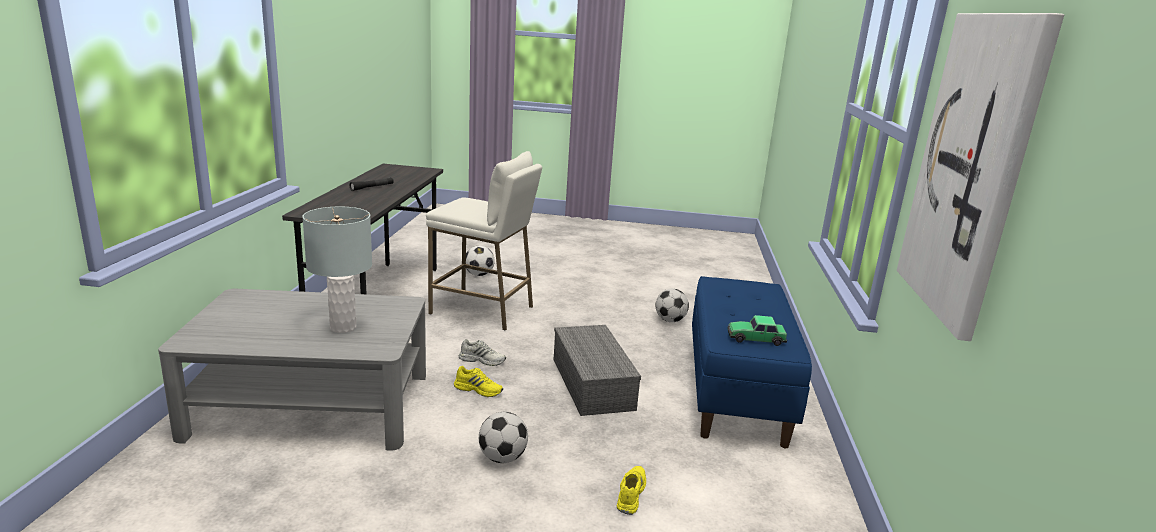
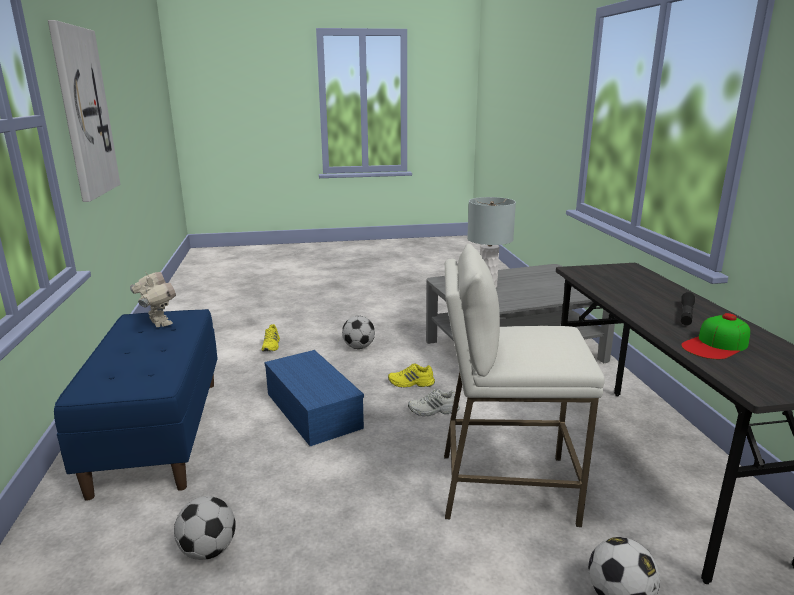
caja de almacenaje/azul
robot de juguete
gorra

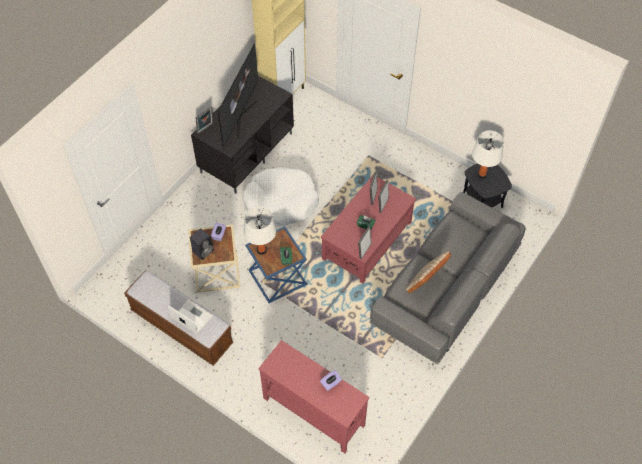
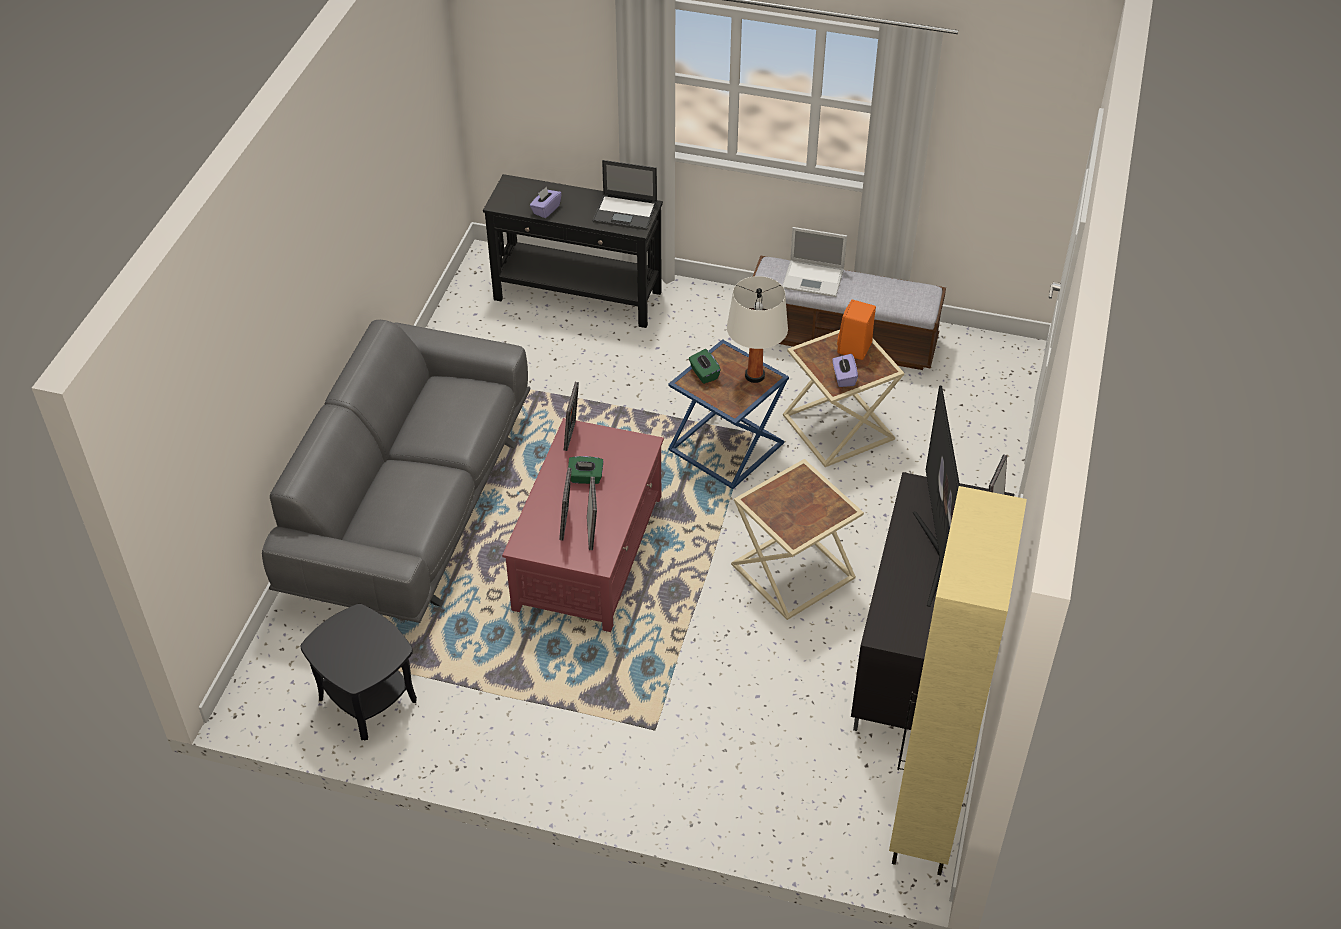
altavoz/naranja
mesa auxiliar/beis (1st from left)
mesa consola/negro
cojín/beis
lámpara de mesa/blanco (2nd from left in the first image)
portátil (1st from left)

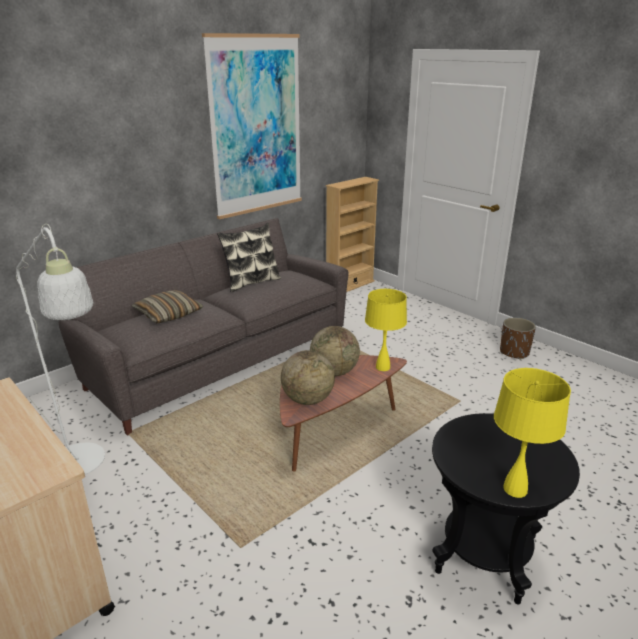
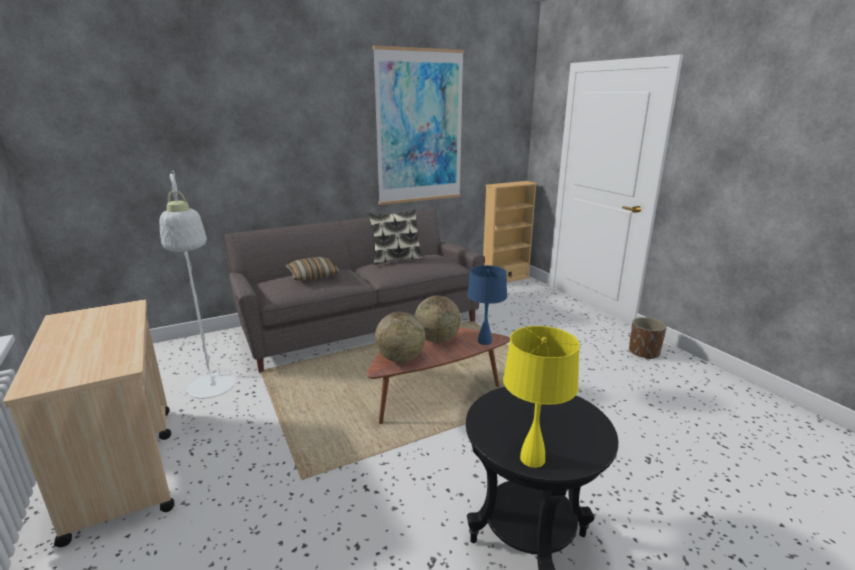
lámpara de mesa/azul

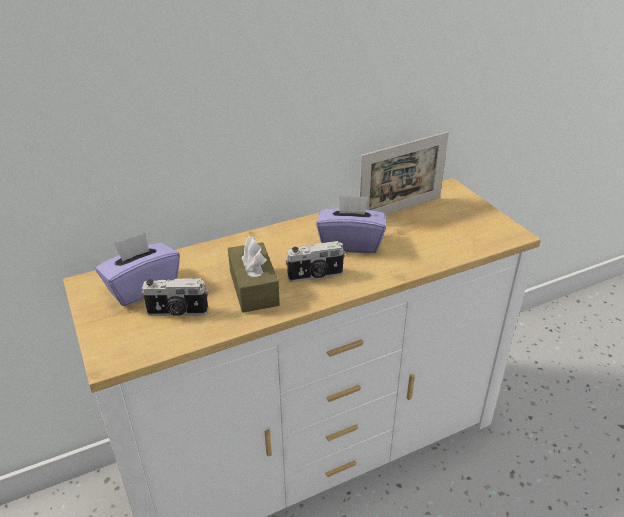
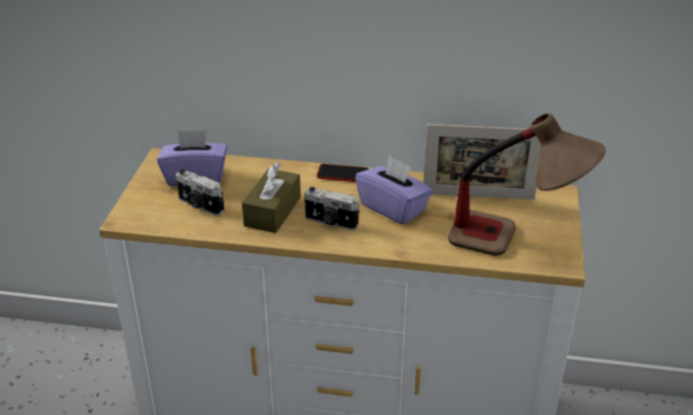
móvil
lámpara de mesa

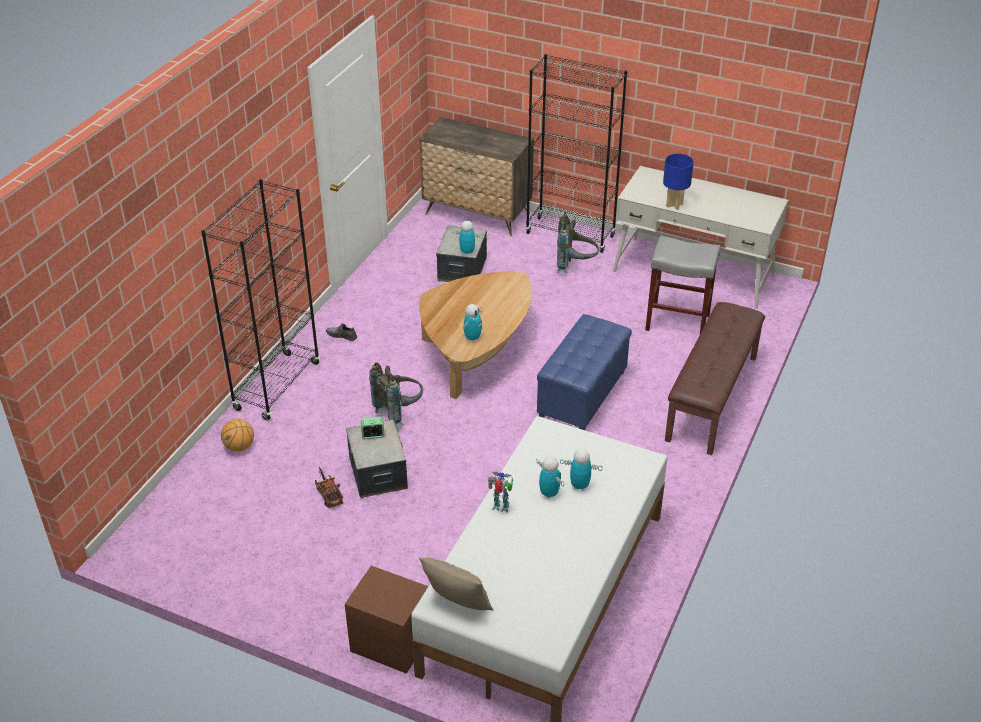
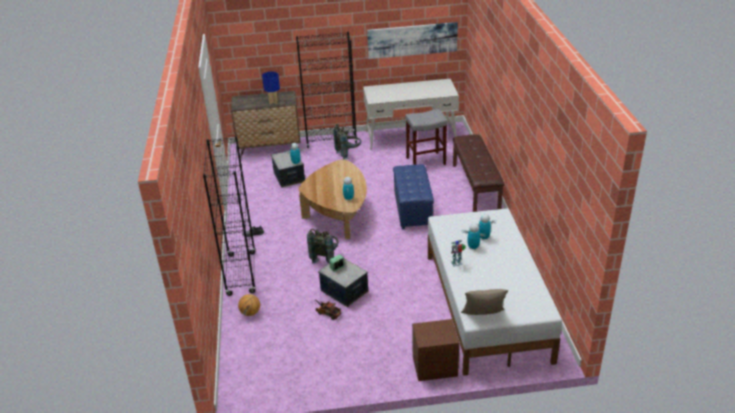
lámpara de mesa/azul
cuadro

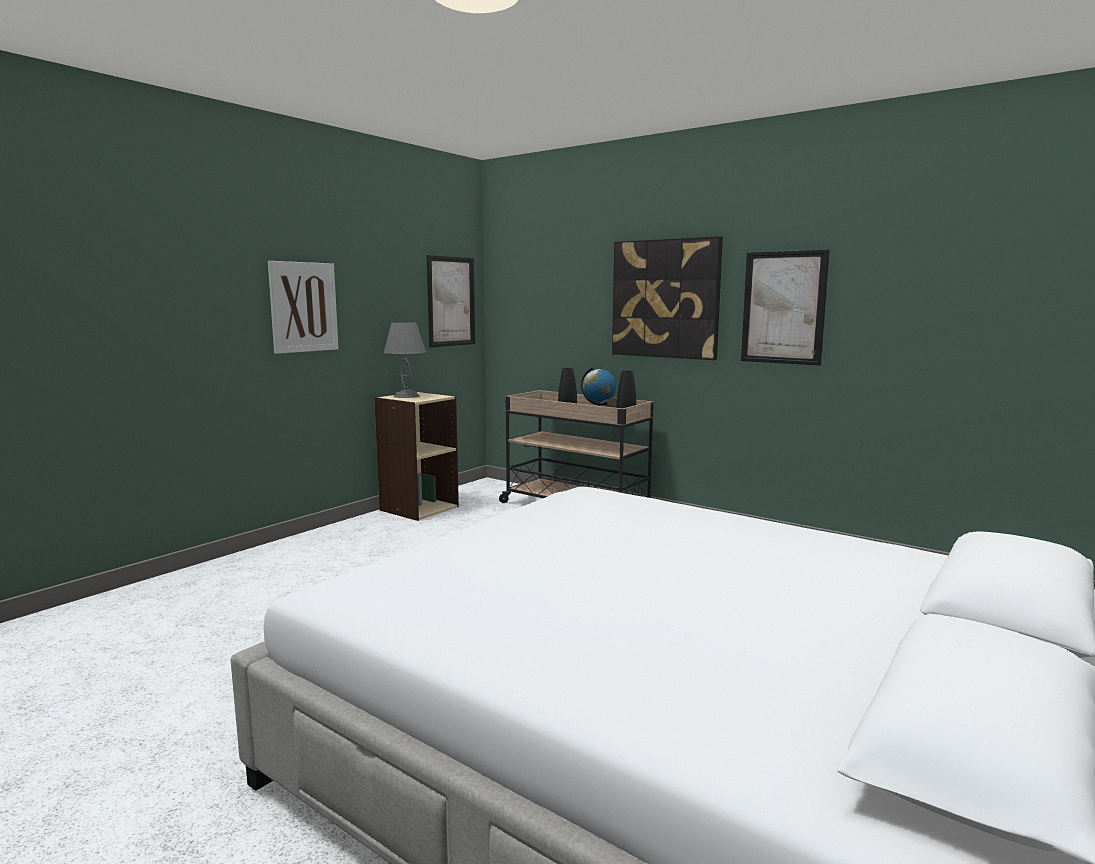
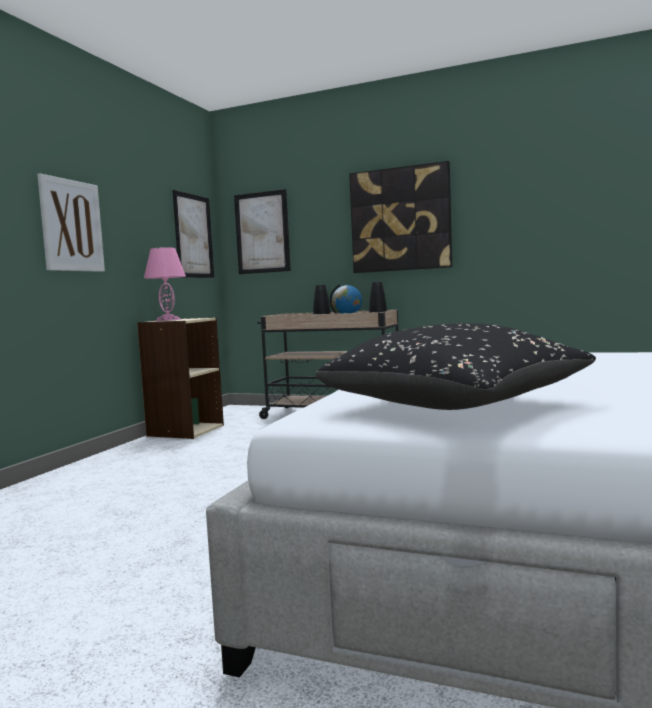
lámpara de mesa/rosa
cuadro (3rd from left)
cojín/negro

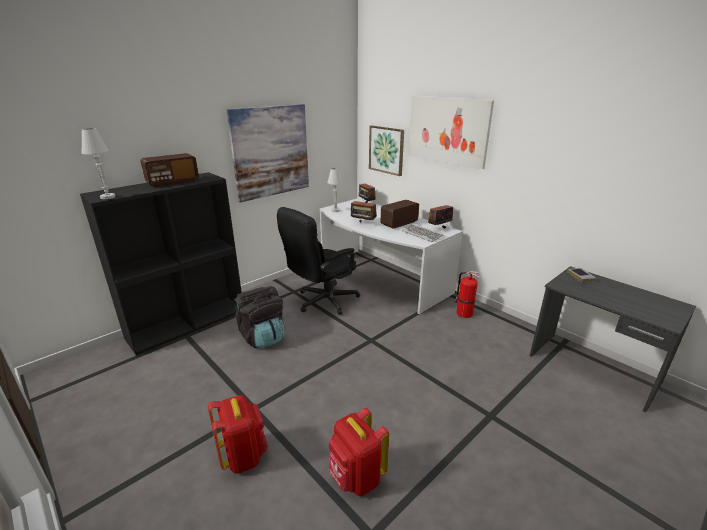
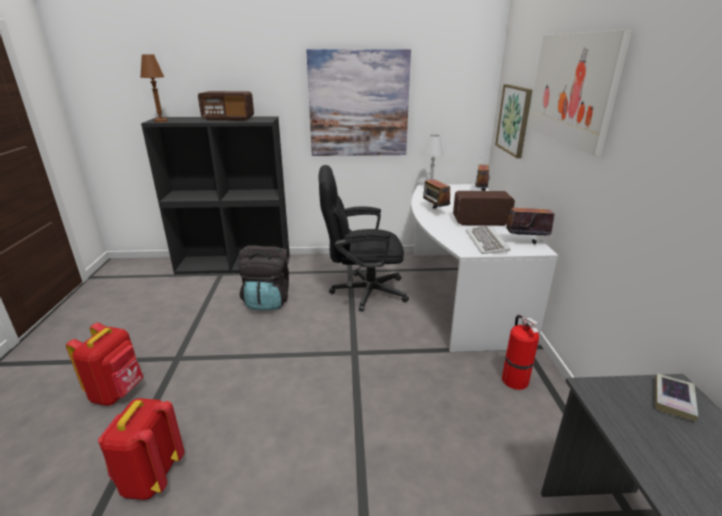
lámpara de mesa/marrón

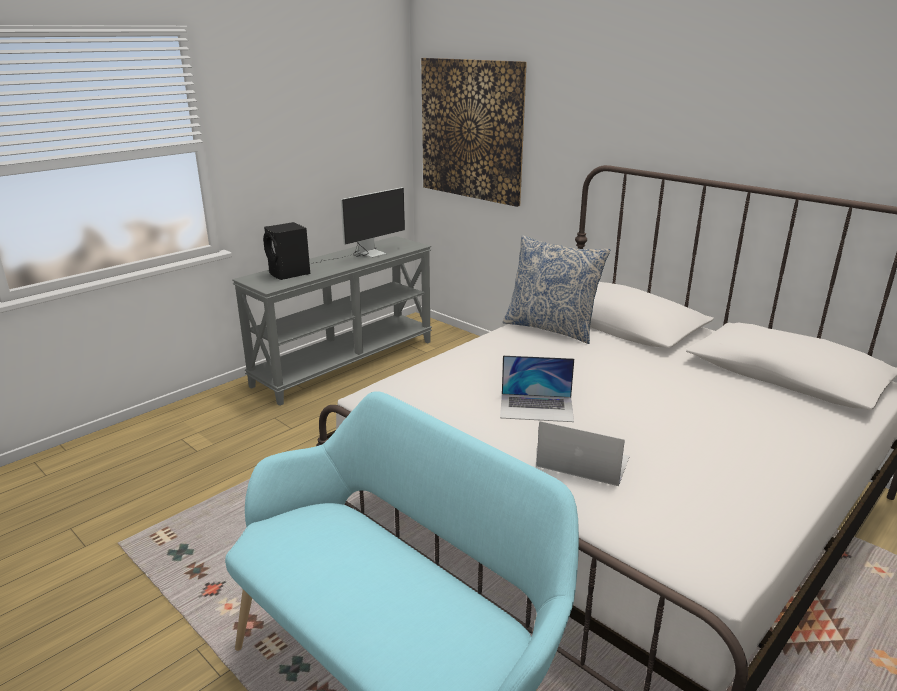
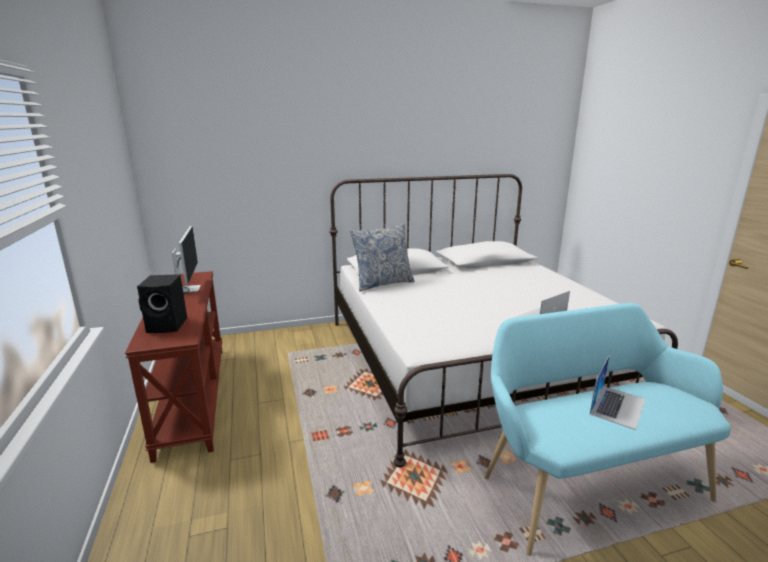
mesa consola/marrón
cuadro
portátil (2nd from left)

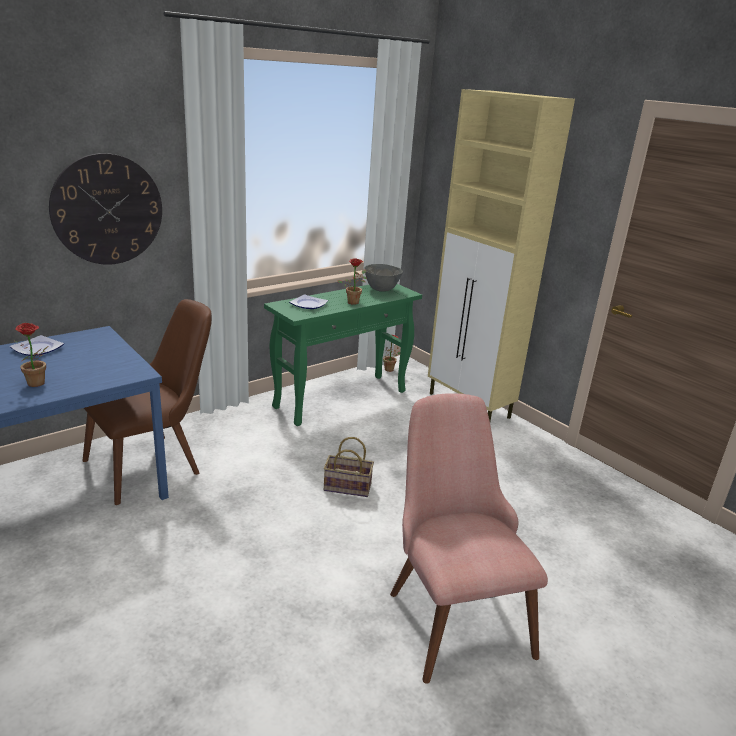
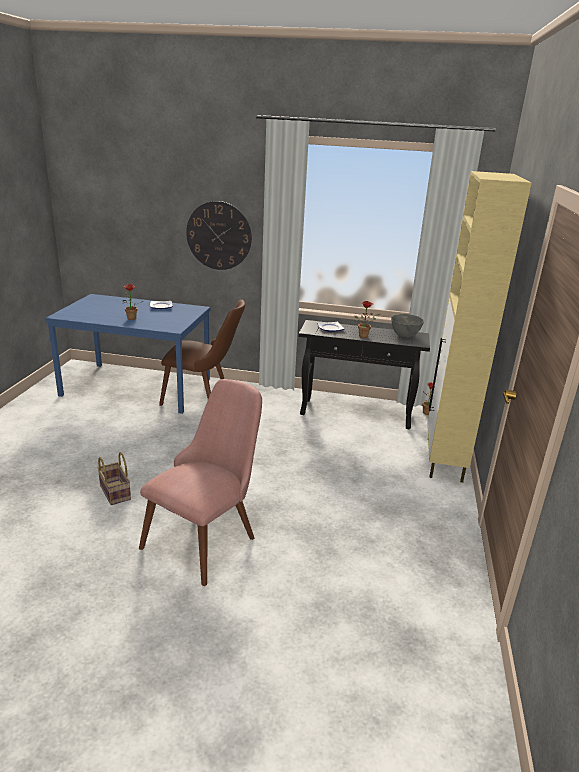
mesa consola/negro
cesta

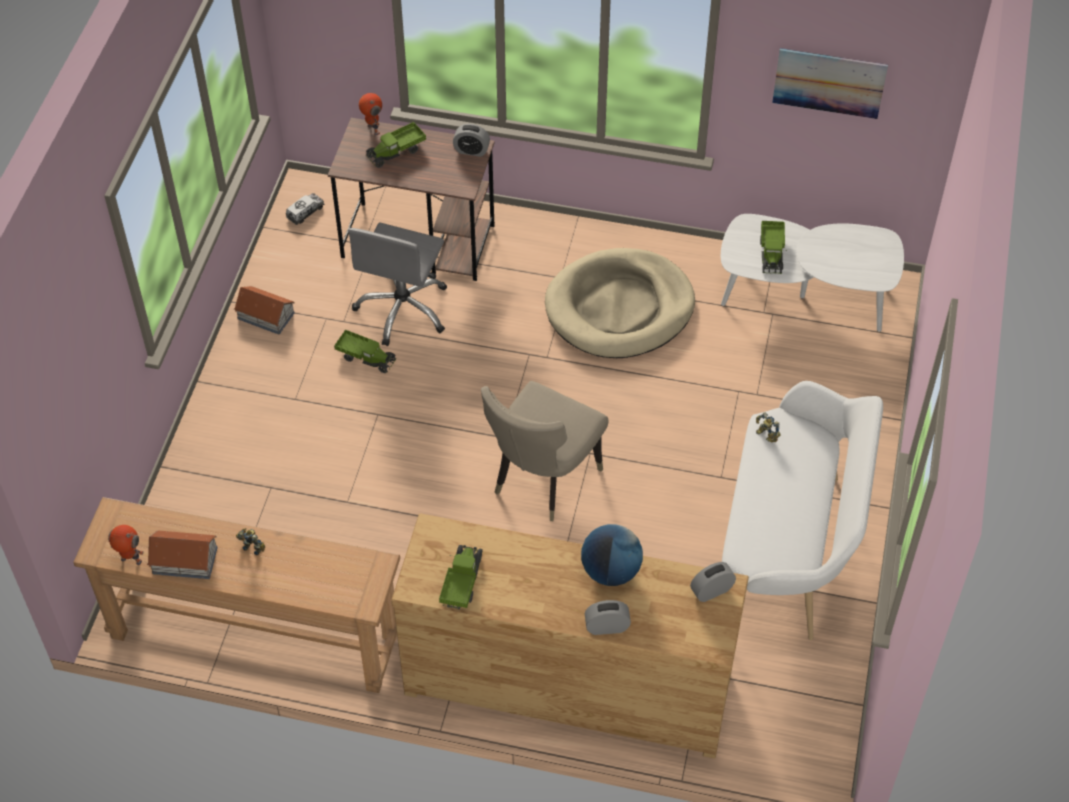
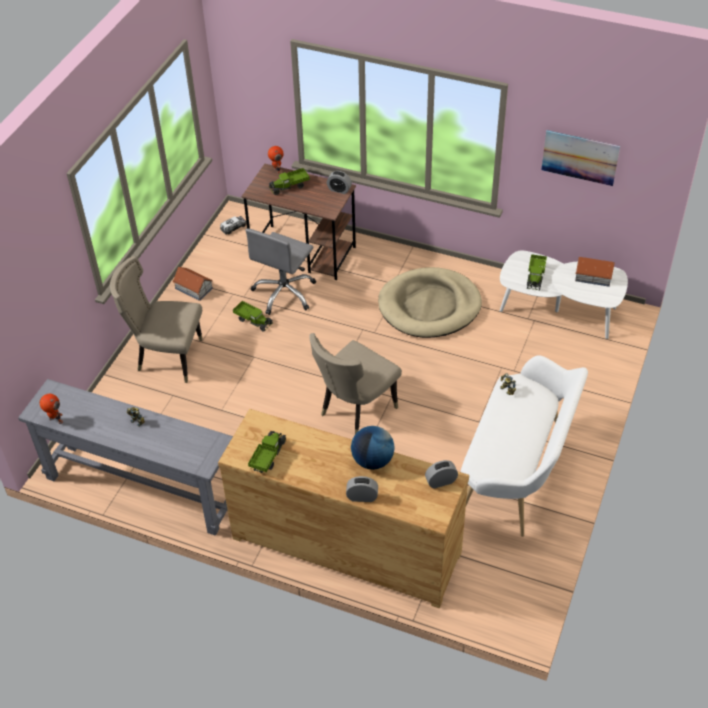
mesa consola/gris
casita (2nd from left)
silla/beis (1st from left)

